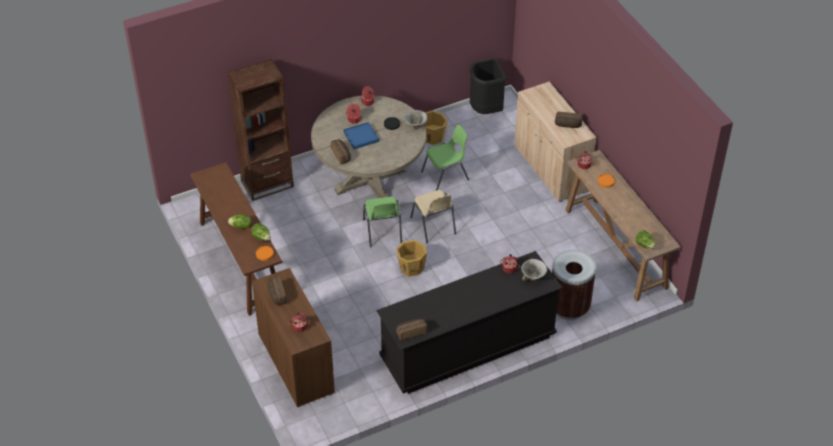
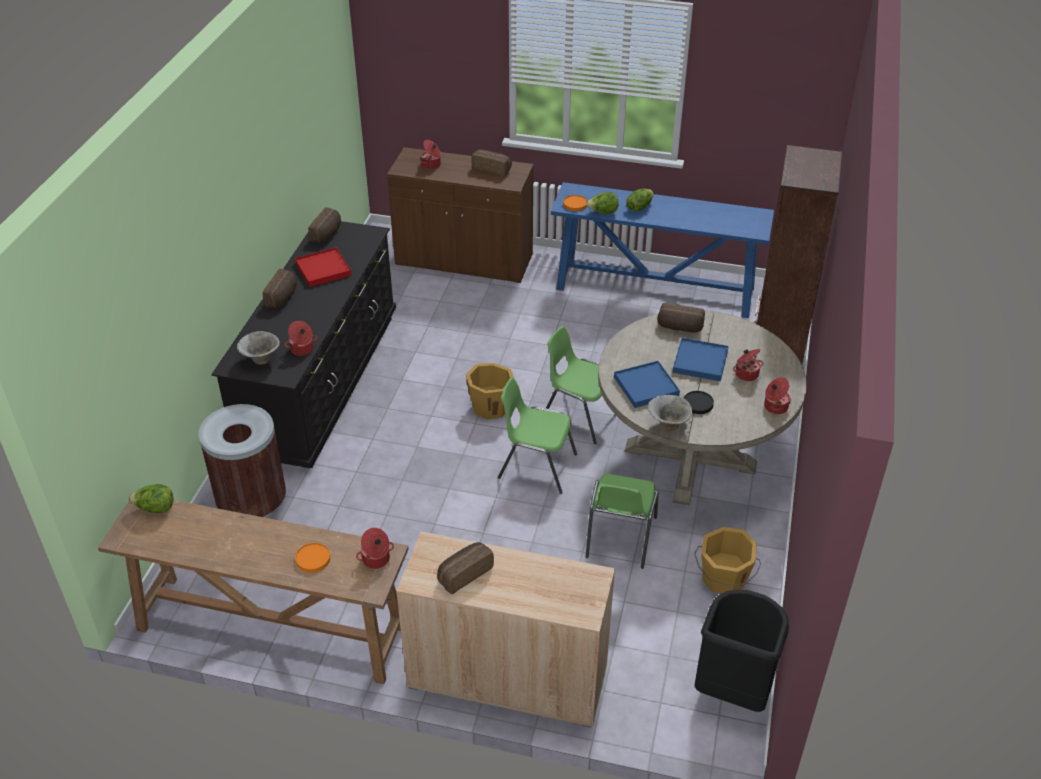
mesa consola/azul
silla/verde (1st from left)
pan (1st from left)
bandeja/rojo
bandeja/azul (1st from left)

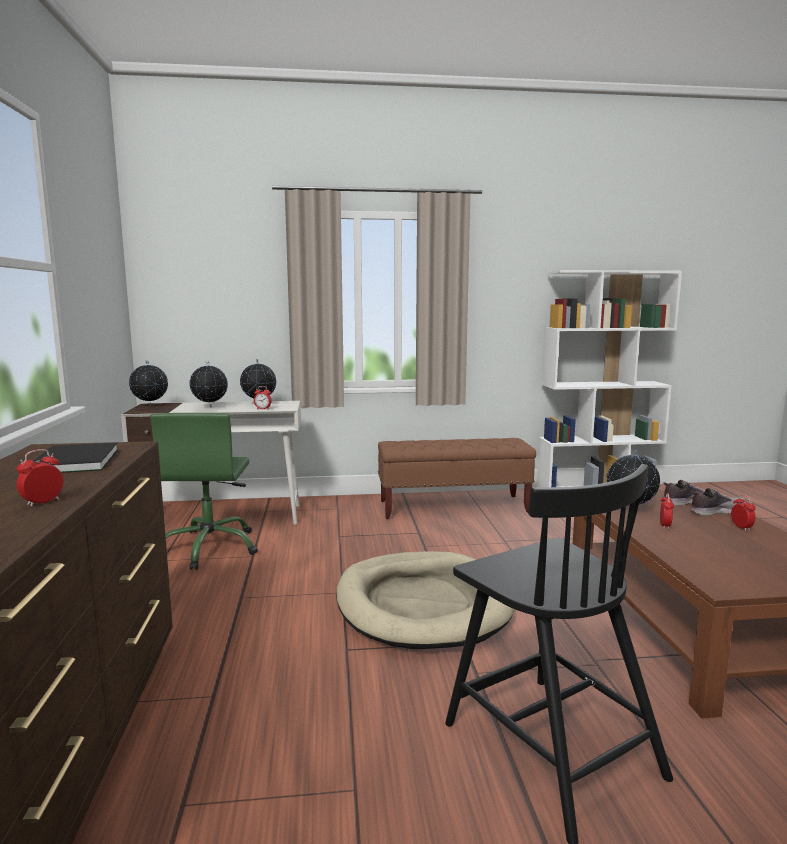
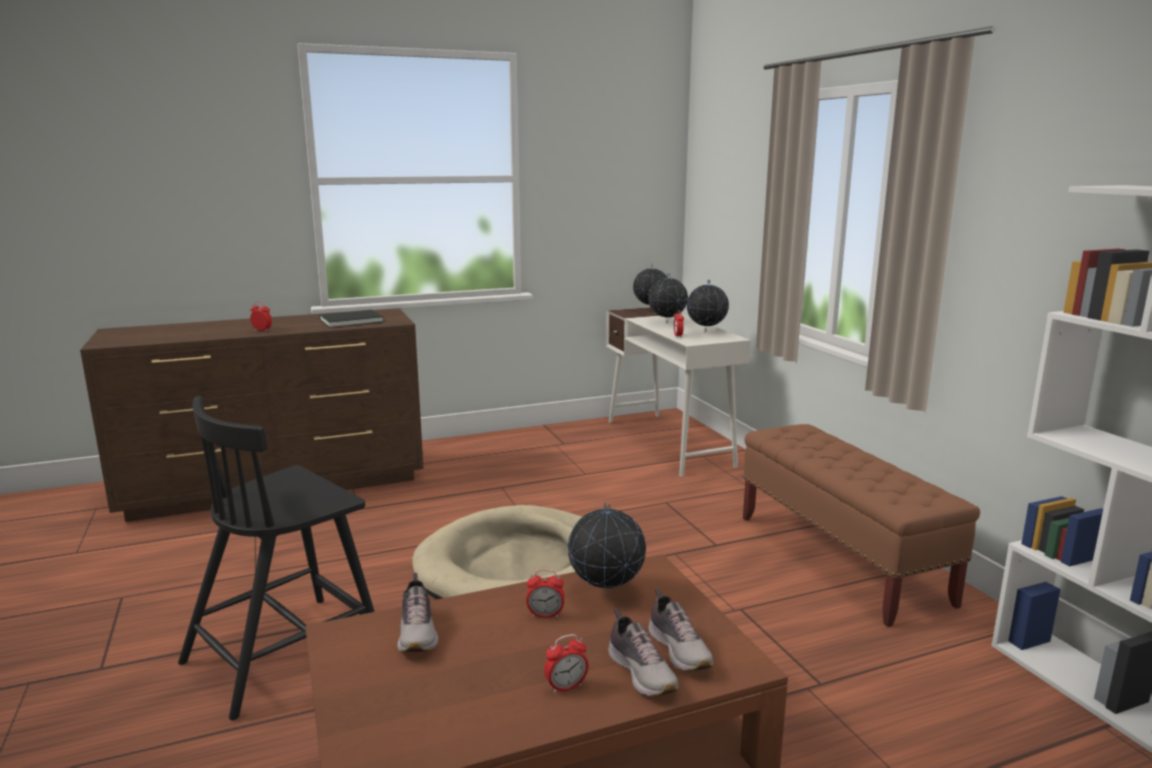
silla de oficina/verde
zapato (1st from left)

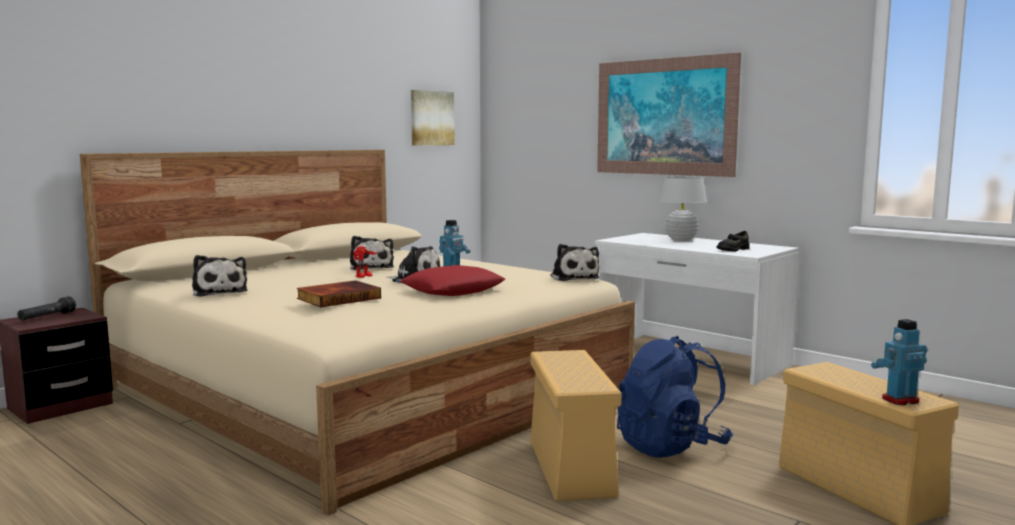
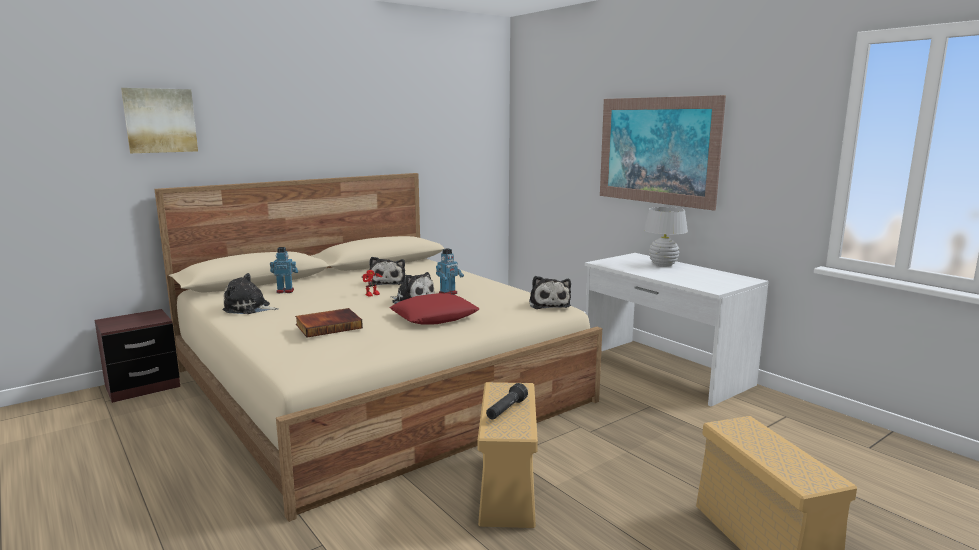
linterna/negro
peluche (1st from left)
cuadro (1st from left)
mochila/azul
zapato/negro
robot de juguete (1st from left)

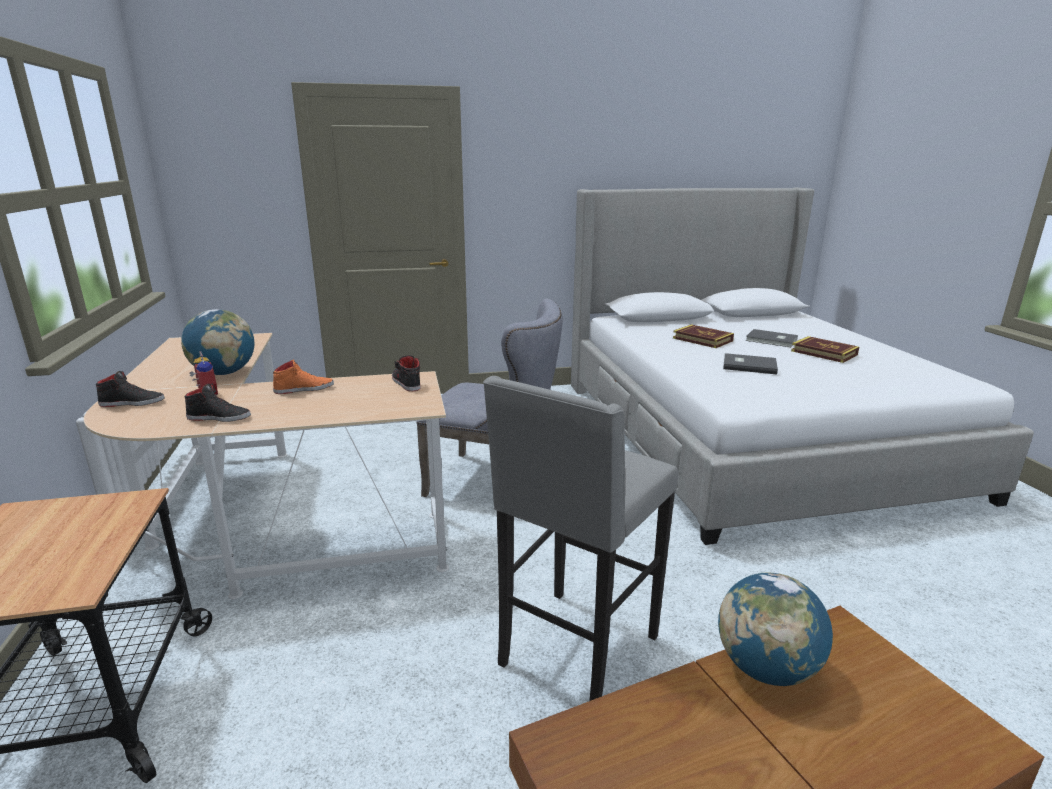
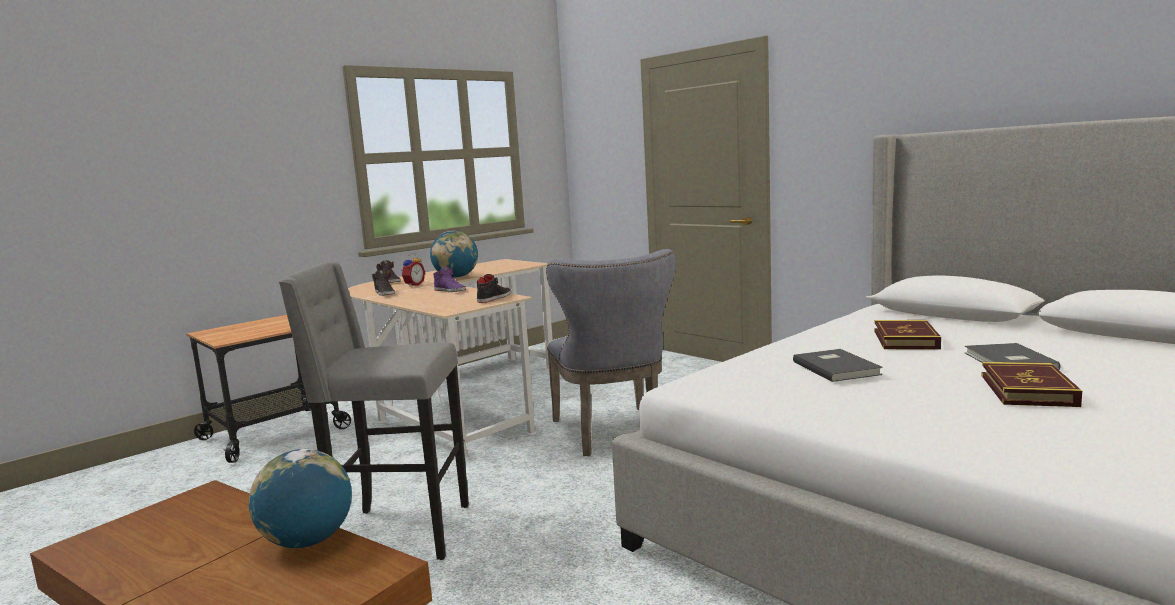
zapato/morado

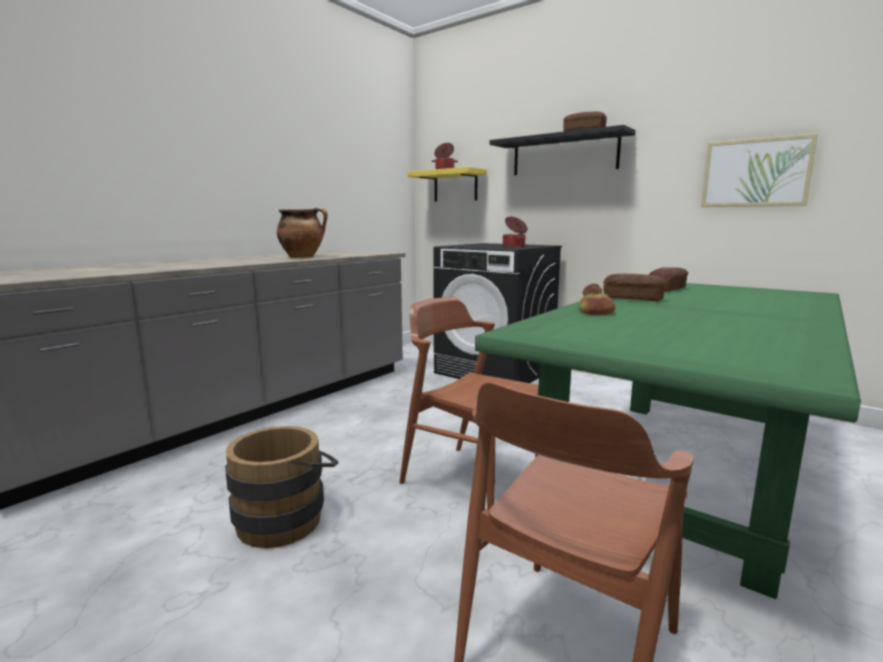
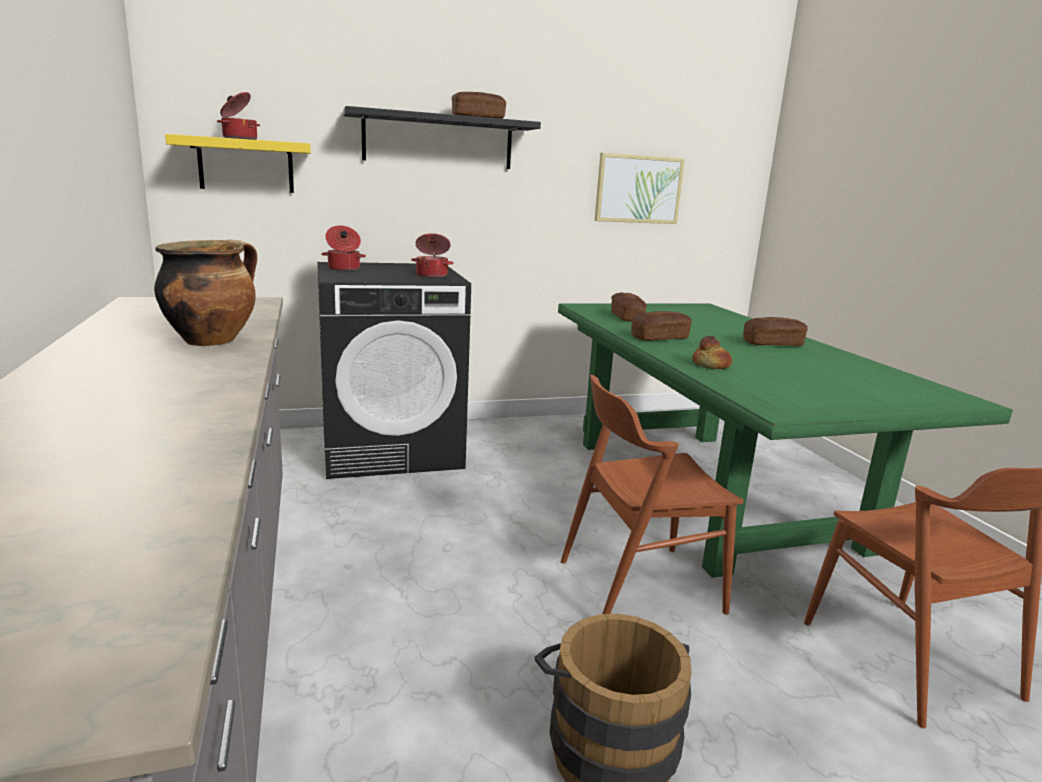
olla (3rd from left)
pan (5th from left)

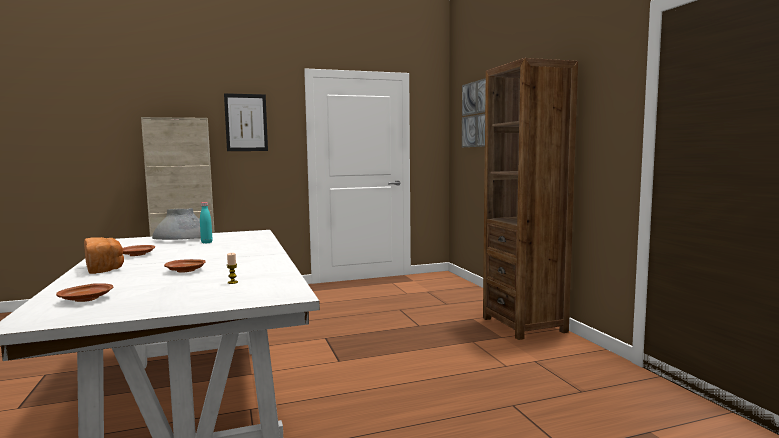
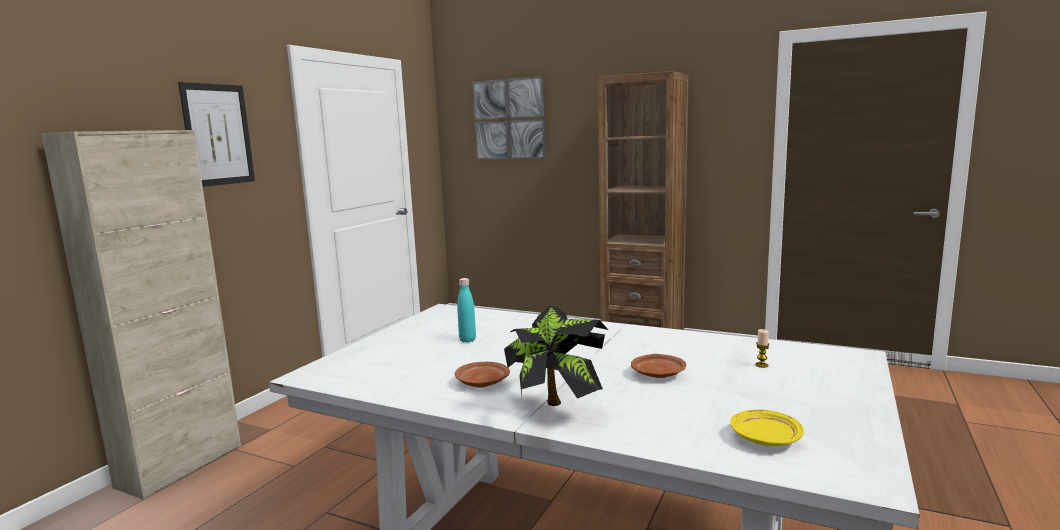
plato/amarillo
planta en maceta
florero/gris

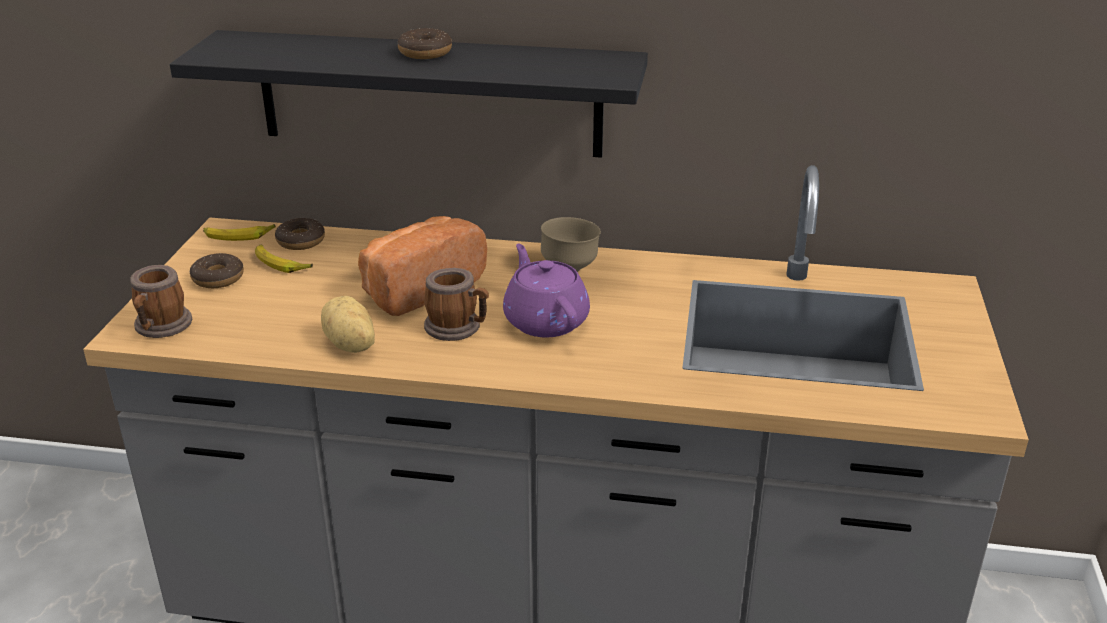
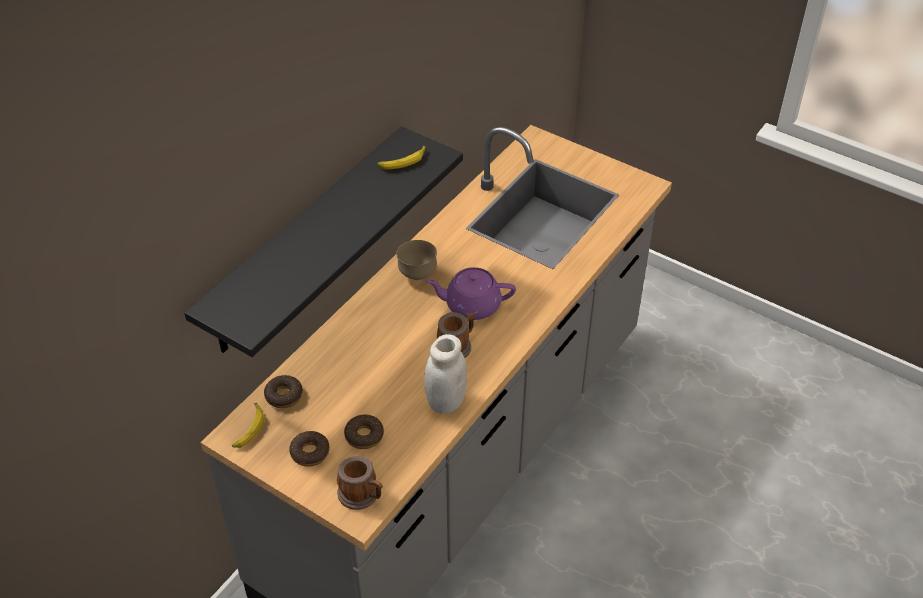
plátano (2nd from left)
tarro/blanco
pan
rosquilla (3rd from left)

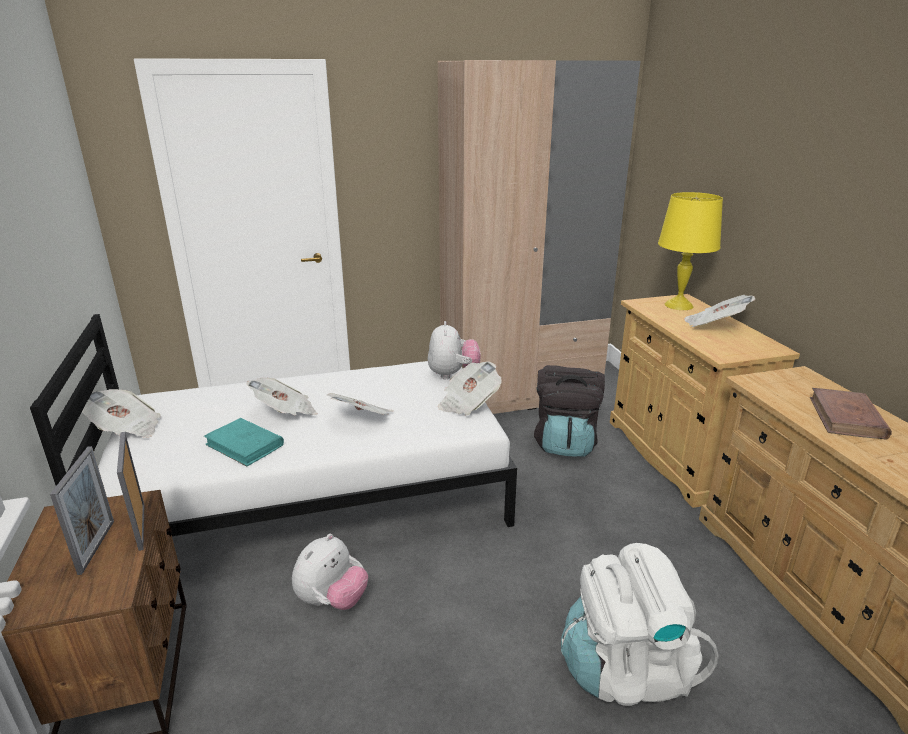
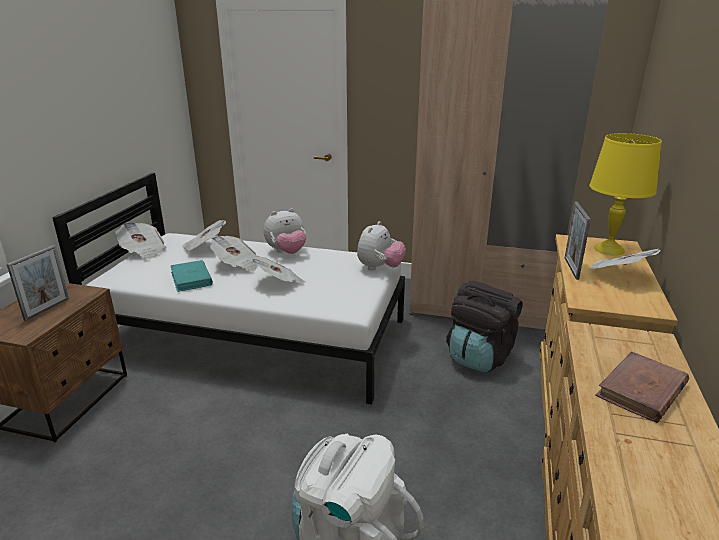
portarretratos (2nd from left)
peluche (1st from left)
periódico (2nd from left)

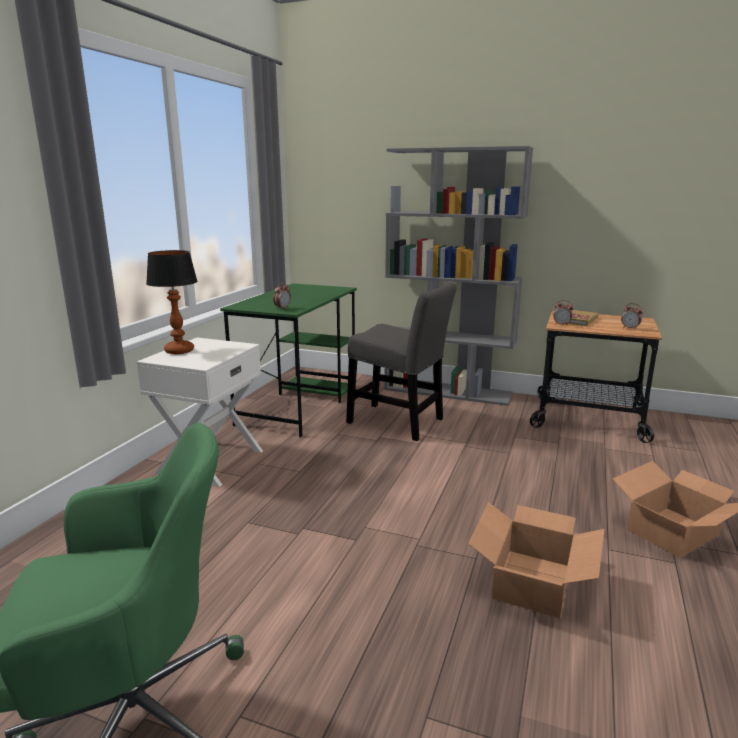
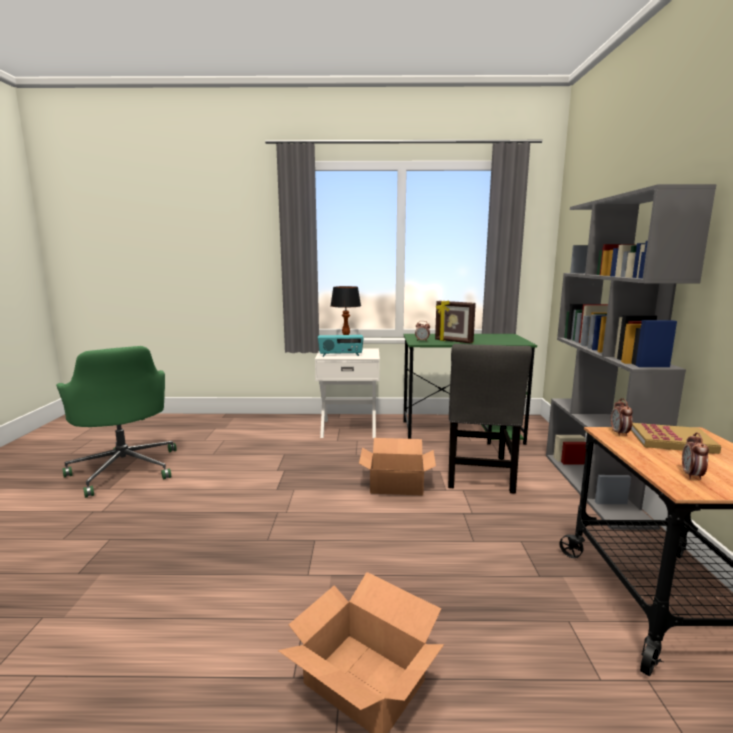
caja de cartón (2nd from left)
radio
portarretratos

